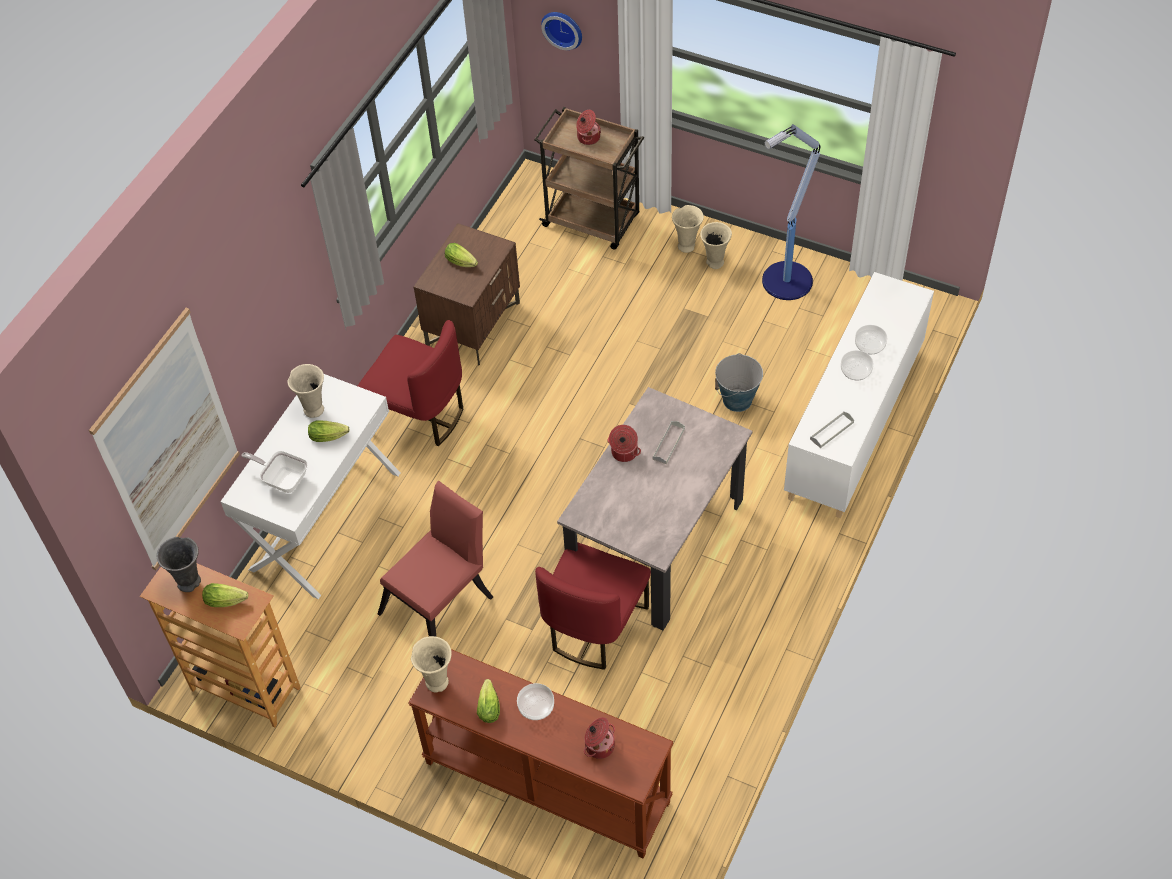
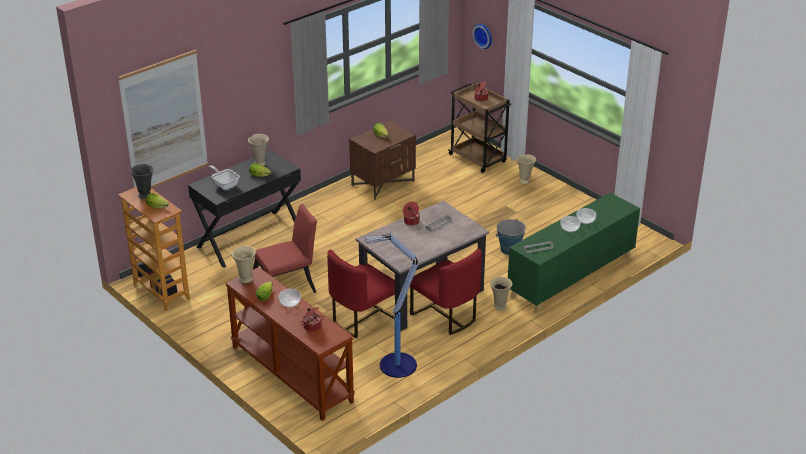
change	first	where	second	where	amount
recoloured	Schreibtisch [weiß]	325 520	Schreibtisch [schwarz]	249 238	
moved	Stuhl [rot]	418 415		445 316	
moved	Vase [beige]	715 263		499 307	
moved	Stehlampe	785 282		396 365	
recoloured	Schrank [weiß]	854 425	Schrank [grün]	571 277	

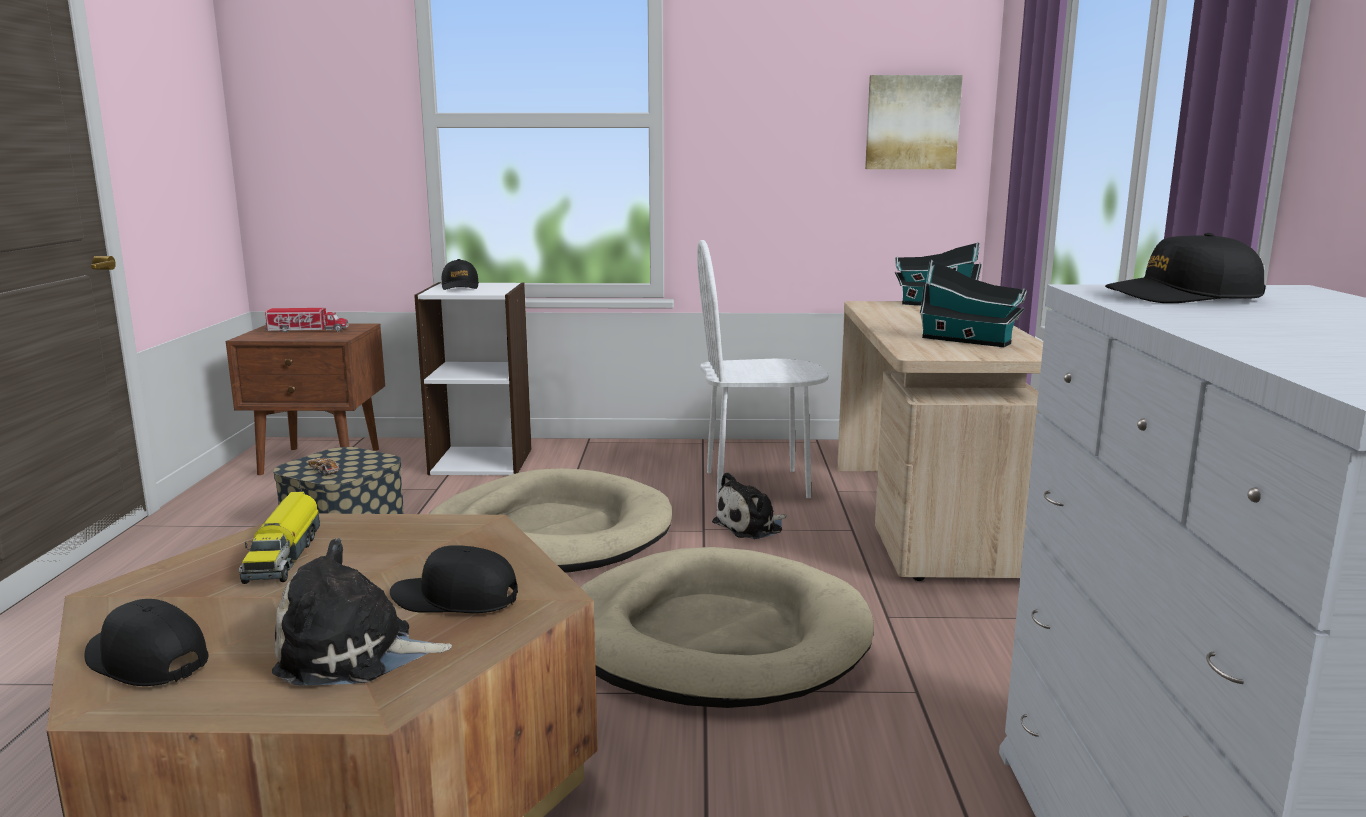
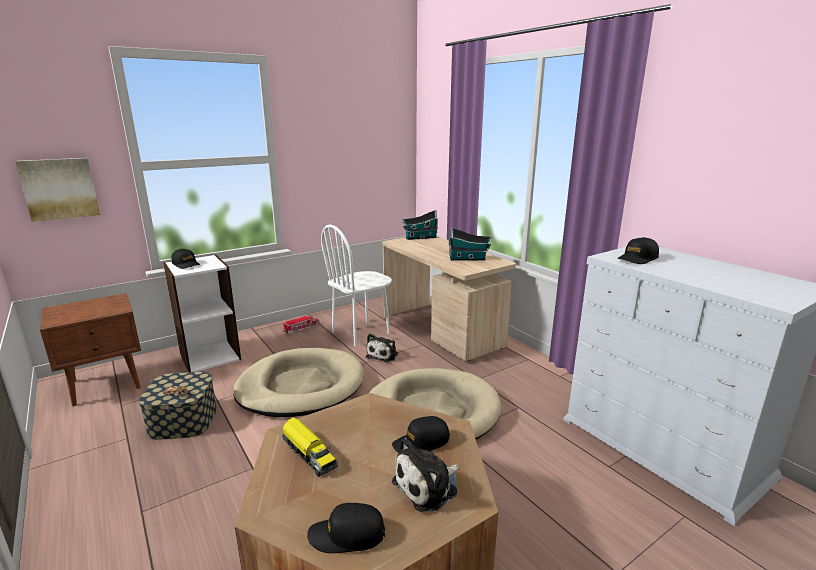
change	first	where	second	where	amount
moved	Spielzeuglaster	307 330		301 328	
moved	Bild	912 122		60 188	

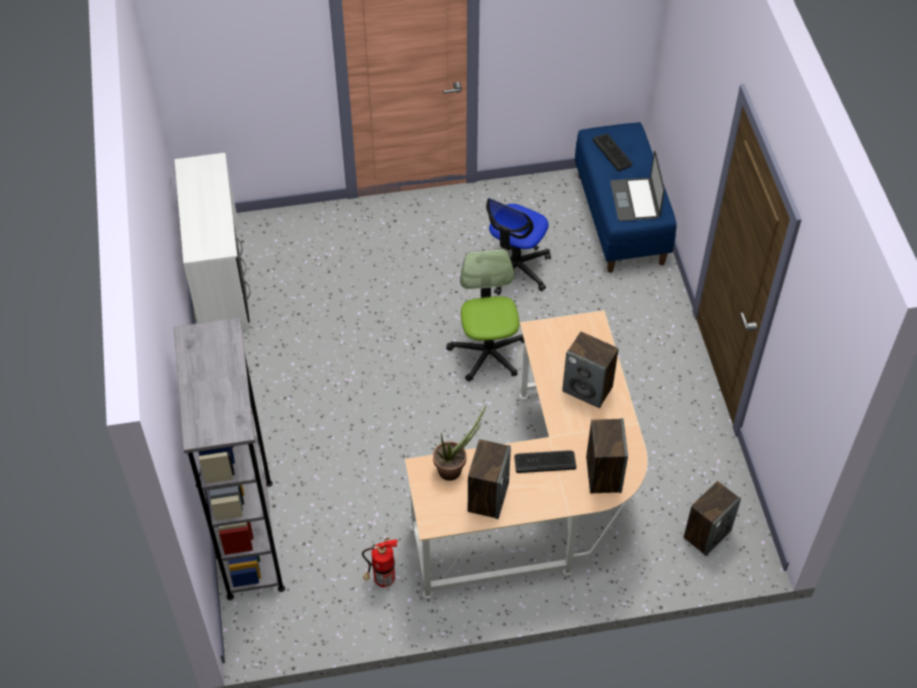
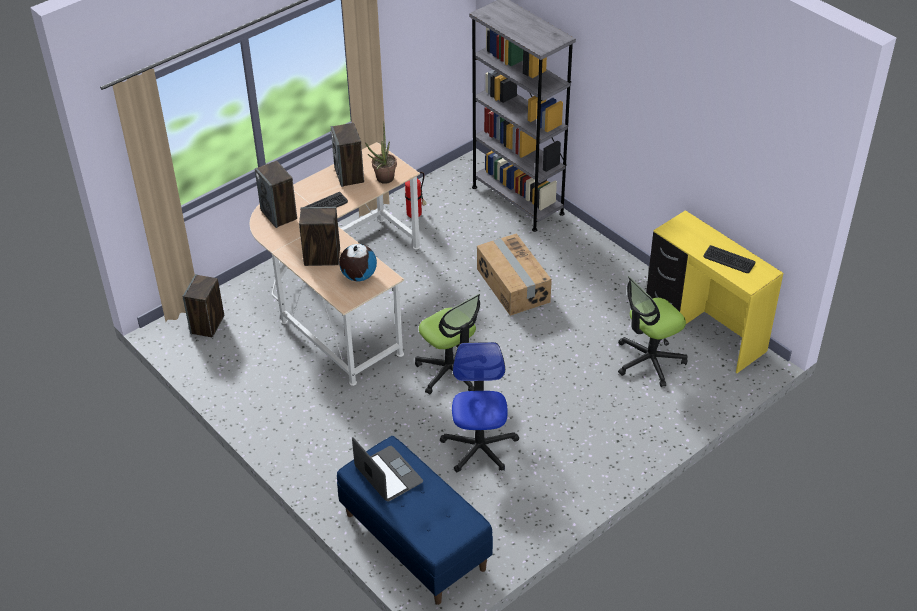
change	first	where	second	where	amount
recoloured	Schreibtisch [weiß]	221 281	Schreibtisch [gelb]	704 330	
moved	Tastatur	612 152		728 260	
added			Globus	358 276	
added			Karton	512 285	
added			Bürostuhl	649 361	

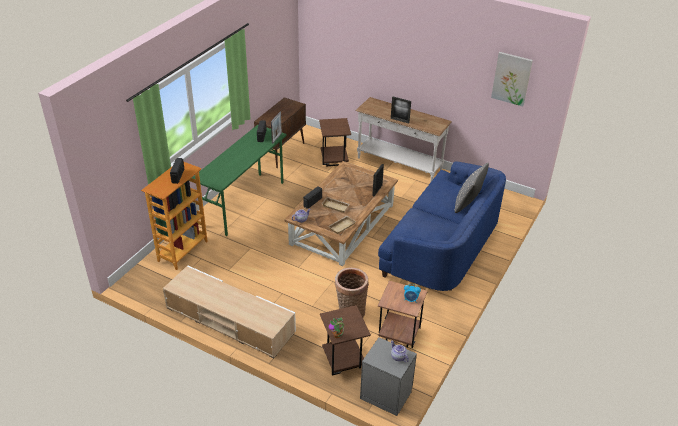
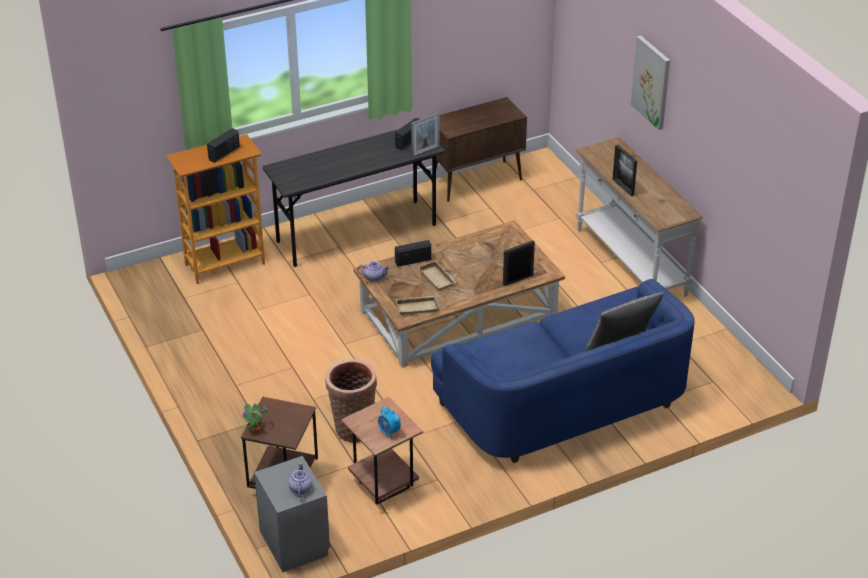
change	first	where	second	where	amount
removed	Fernsehschrank [beige]	230 320			
recoloured	Schreibtisch [grün]	244 203	Schreibtisch [grau]	357 233	
removed	Beistelltisch [braun]	333 161			
moved	Bild	511 78		652 82	

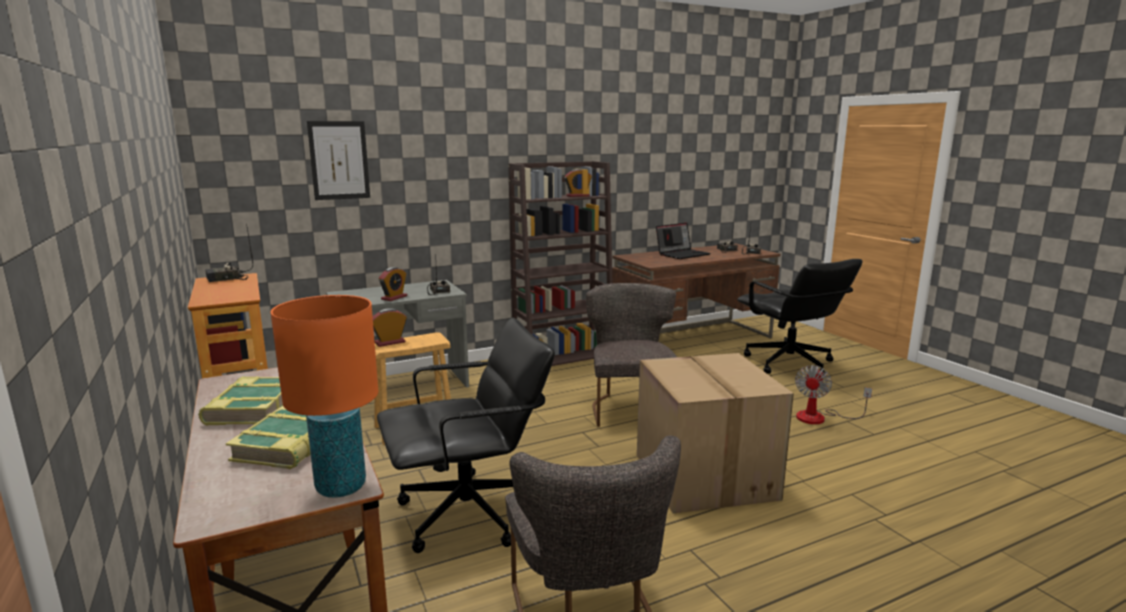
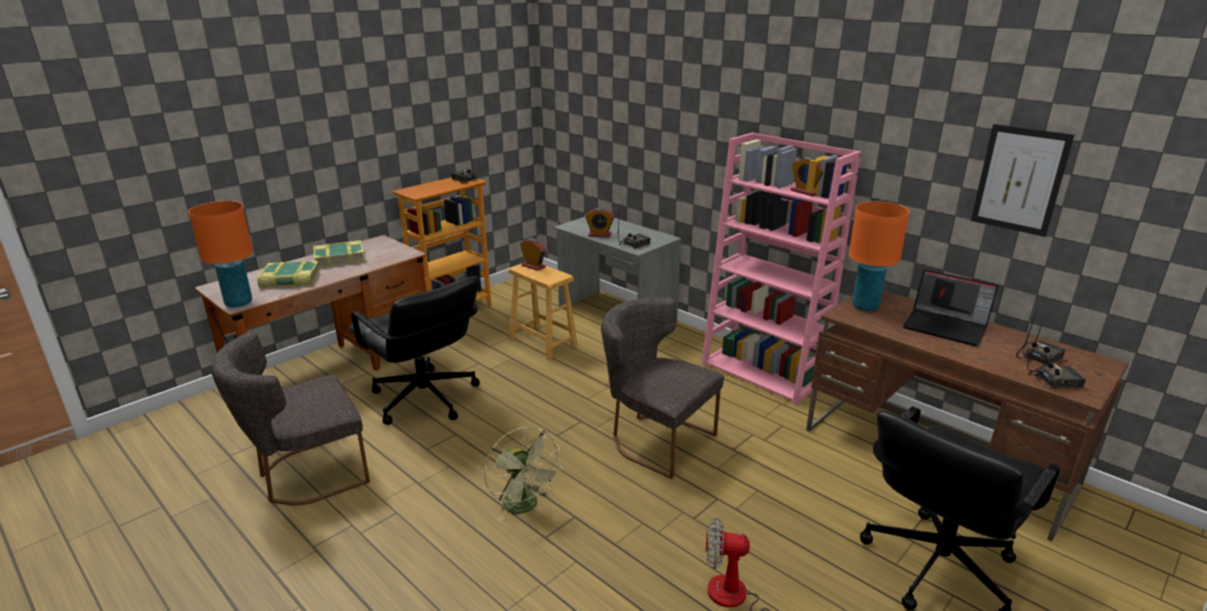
change	first	where	second	where	amount
moved	Bild	339 160		1019 180	
recoloured	Bücherregal [braun]	563 356	Bücherregal [rosa]	763 373	
turned	Stuhl [grau]	630 408		655 439	120 degrees counterclockwise
replaced	Karton	702 475	Ventilator [grün]	525 507	
added			Tischlampe [orange]	865 307	

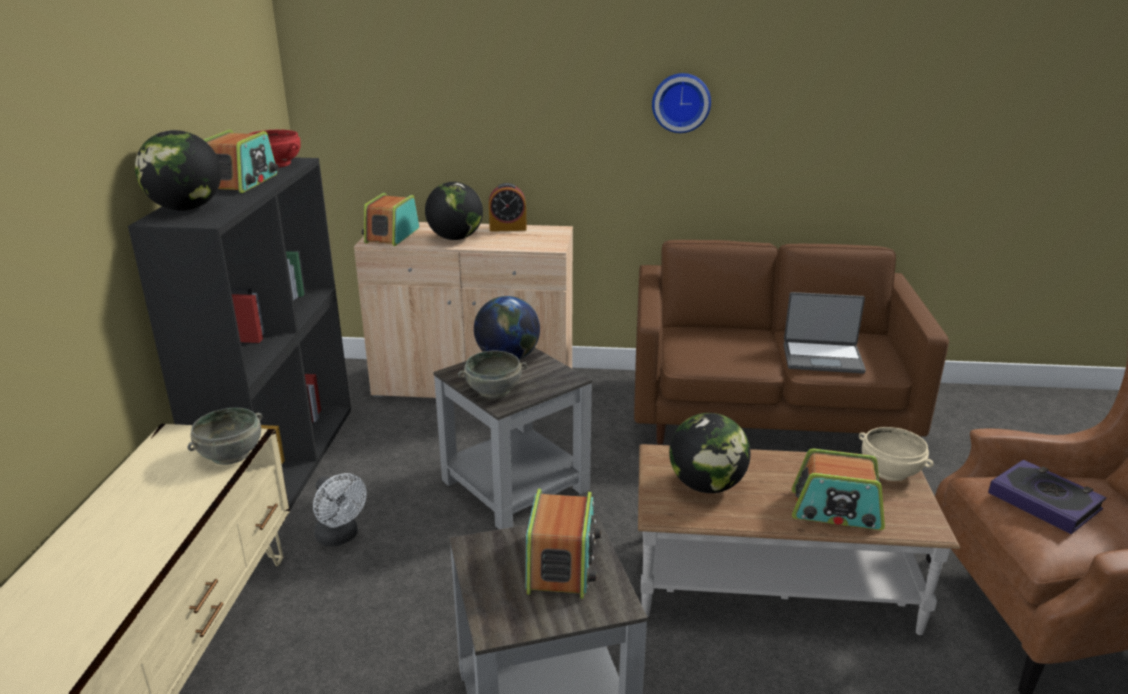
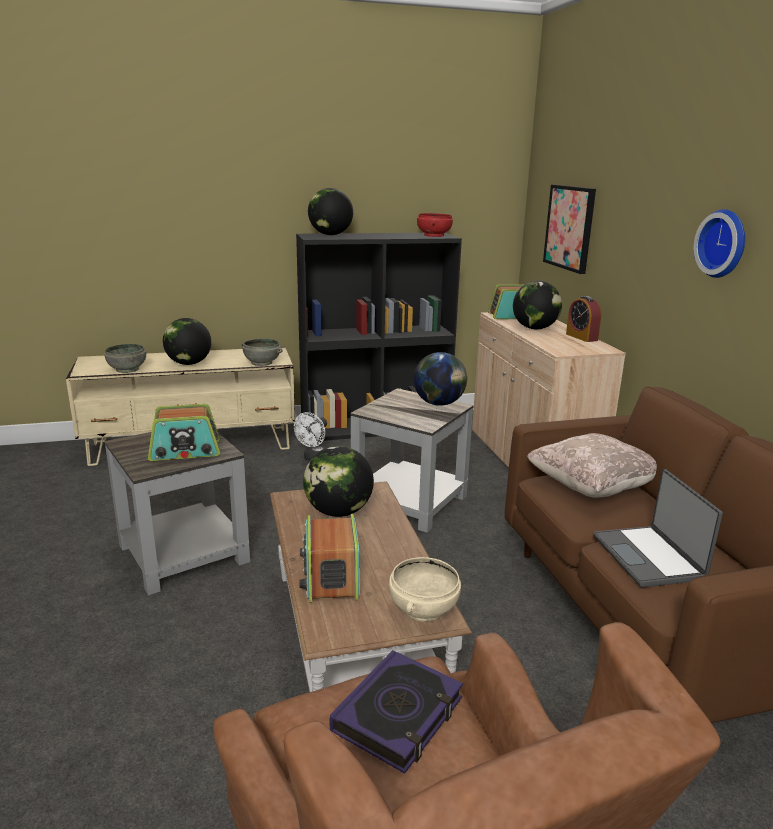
change	first	where	second	where	amount
removed	Radio	242 182			
moved	Schüssel [grau]	493 390		128 369	
added			Globus	189 363	
added			Kissen [beige]	591 488	
added			Bild	570 227	

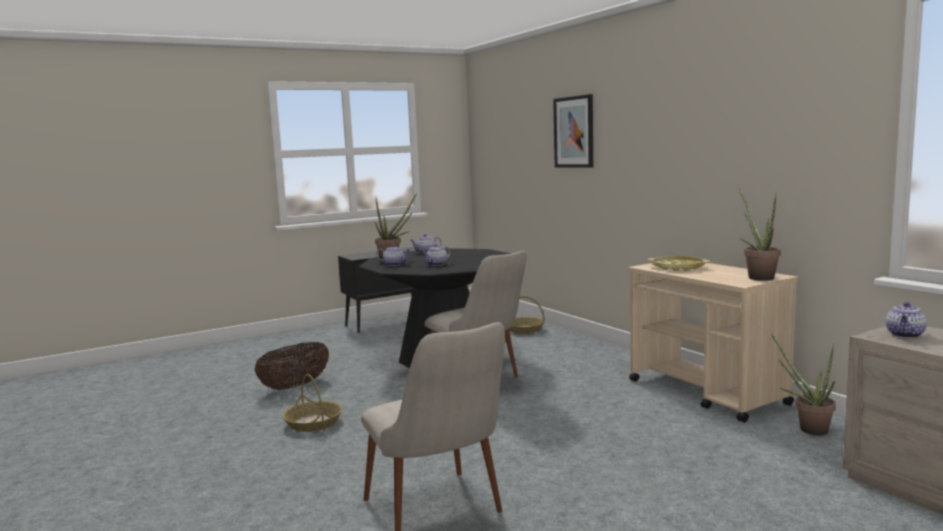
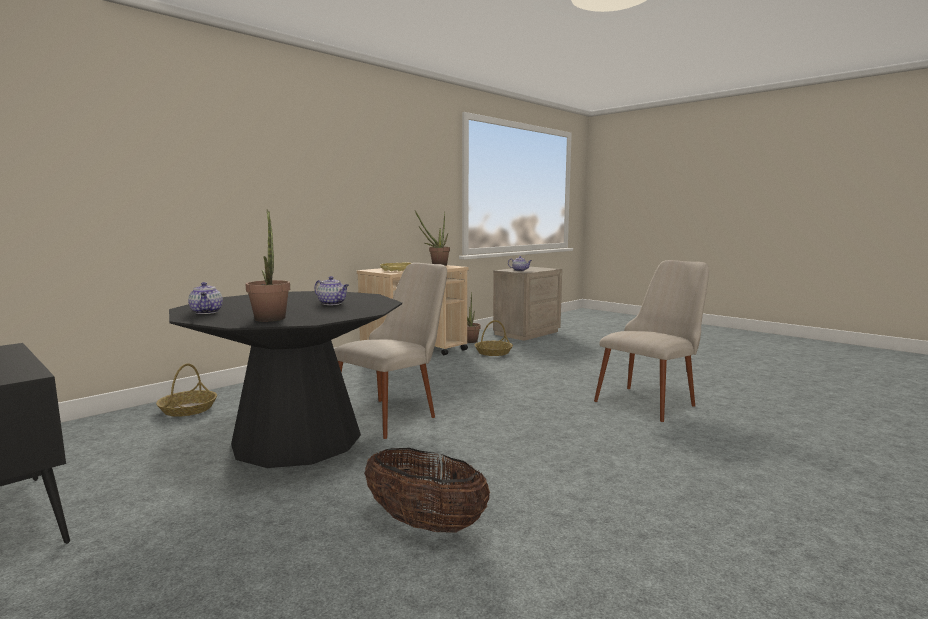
change	first	where	second	where	amount
moved	Korb	313 423		493 352	
removed	Teekanne	394 264			
removed	Bild	574 132			

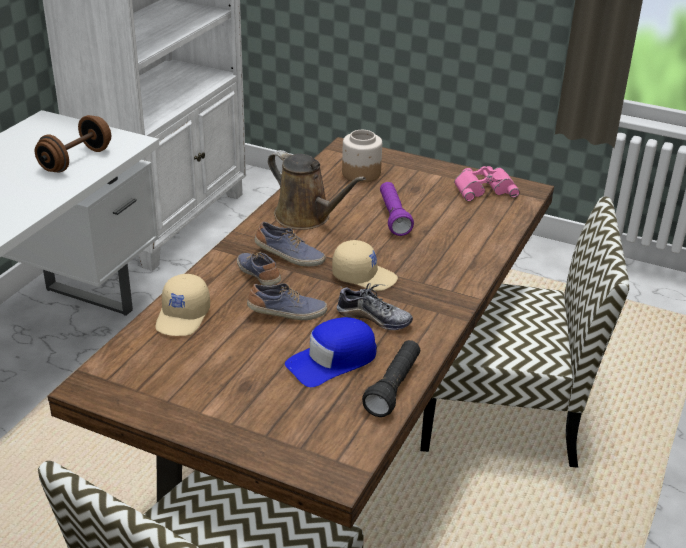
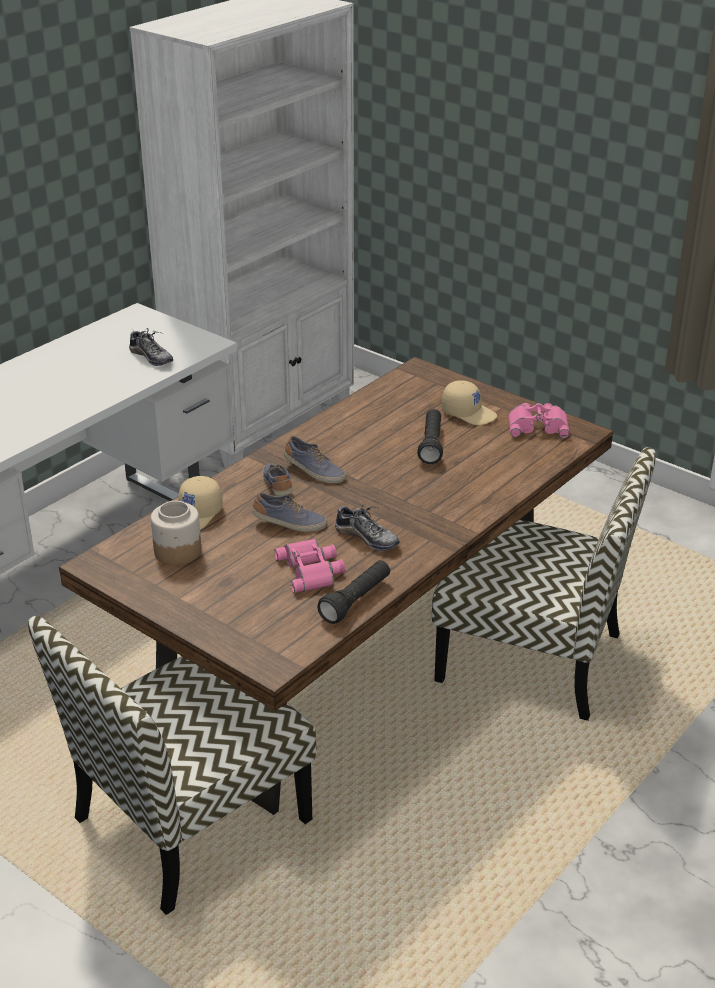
change	first	where	second	where	amount
replaced	Hantel [braun]	76 160	Schuh	151 357	
removed	Gießkanne [braun]	306 217			
replaced	Kappe [blau]	332 360	Fernglas [rosa]	312 570	
moved	Kappe [beige]	364 276		469 413	
moved	Vorratsglas	360 173		177 551	
recoloured	Taschenlampe [lila]	393 217	Taschenlampe [schwarz]	431 445	

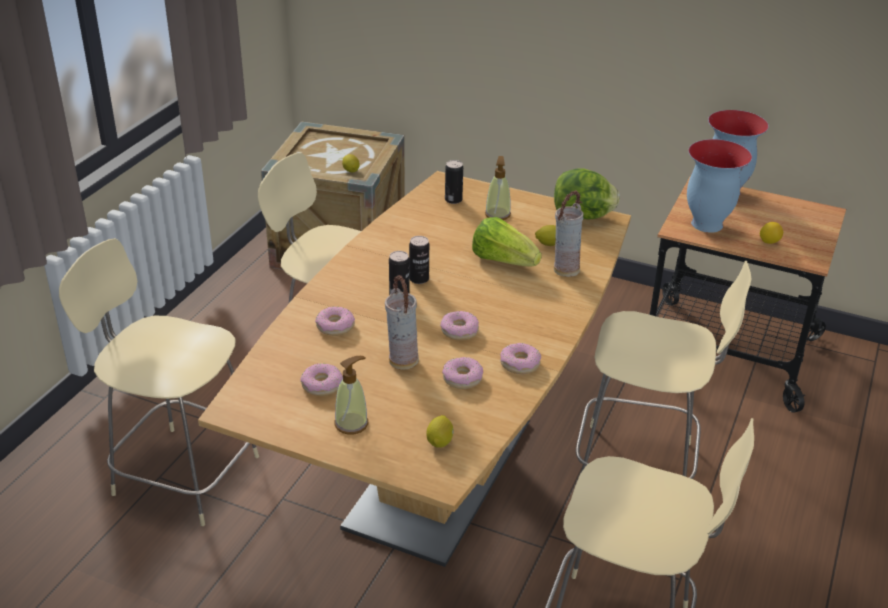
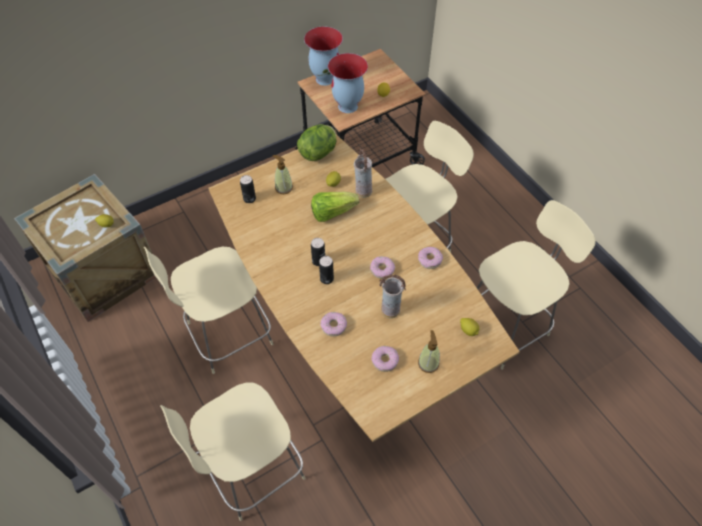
change	first	where	second	where	amount
removed	Donut	462 378			

